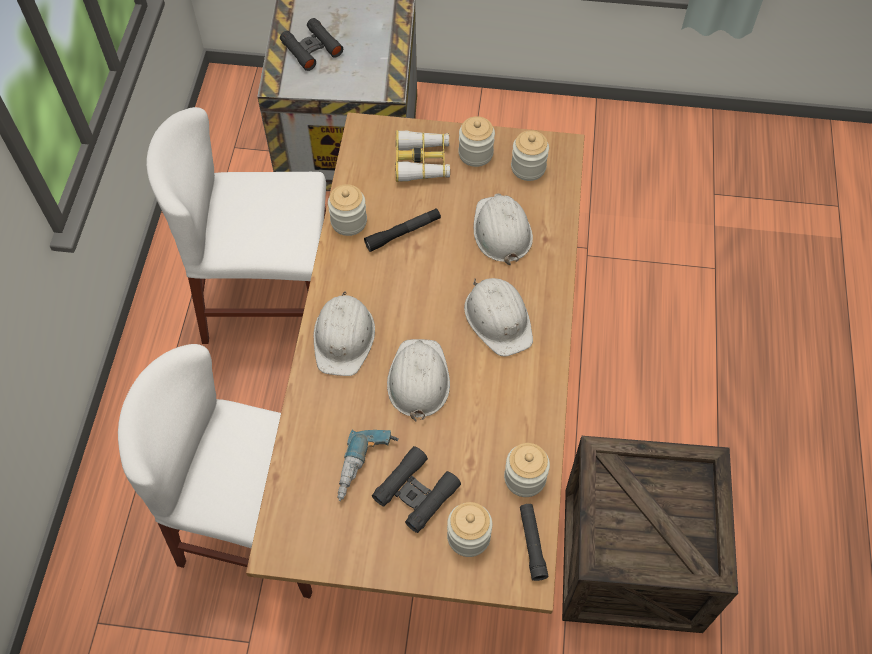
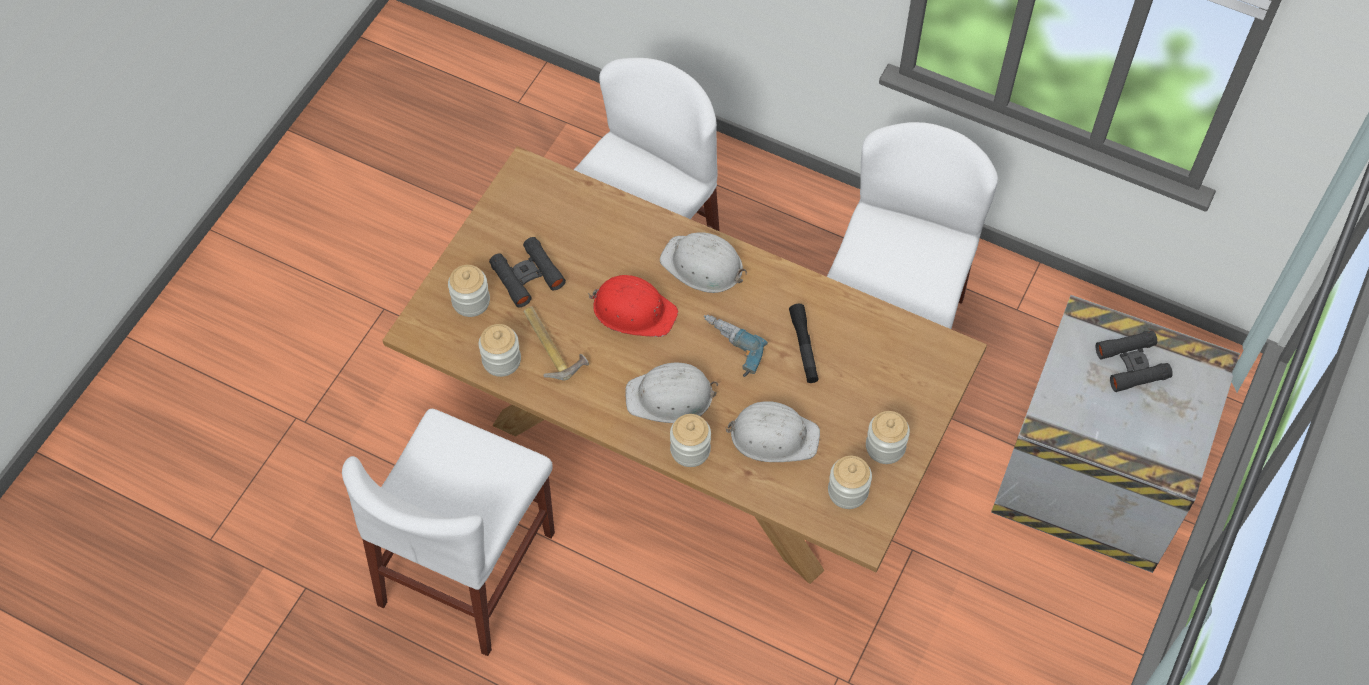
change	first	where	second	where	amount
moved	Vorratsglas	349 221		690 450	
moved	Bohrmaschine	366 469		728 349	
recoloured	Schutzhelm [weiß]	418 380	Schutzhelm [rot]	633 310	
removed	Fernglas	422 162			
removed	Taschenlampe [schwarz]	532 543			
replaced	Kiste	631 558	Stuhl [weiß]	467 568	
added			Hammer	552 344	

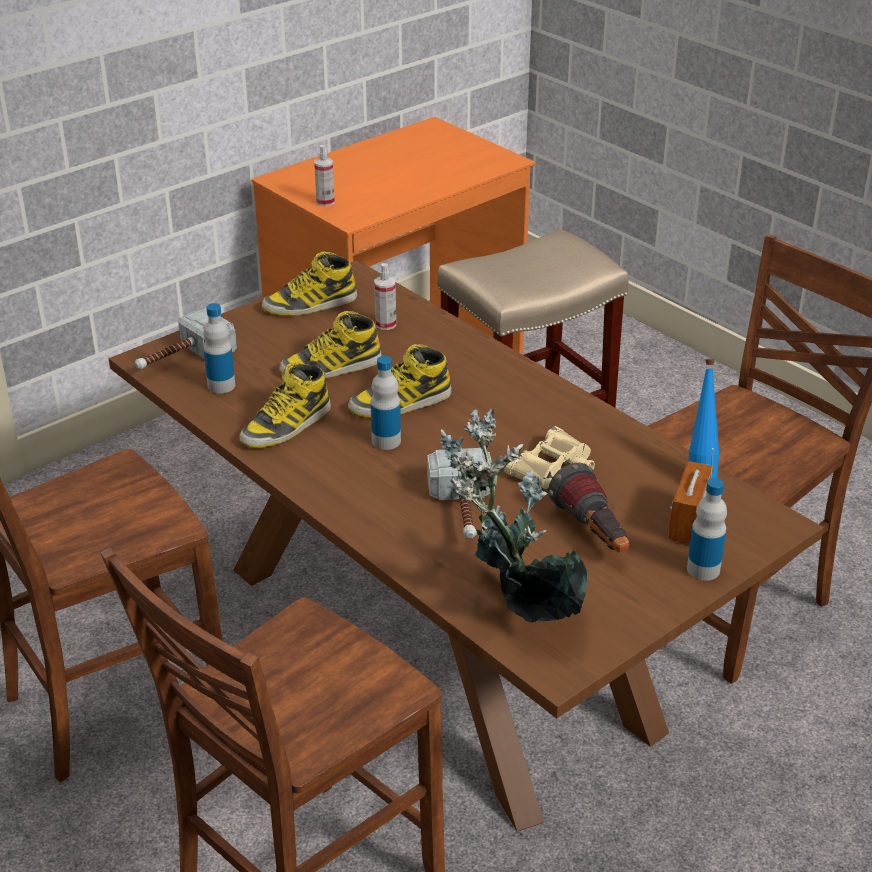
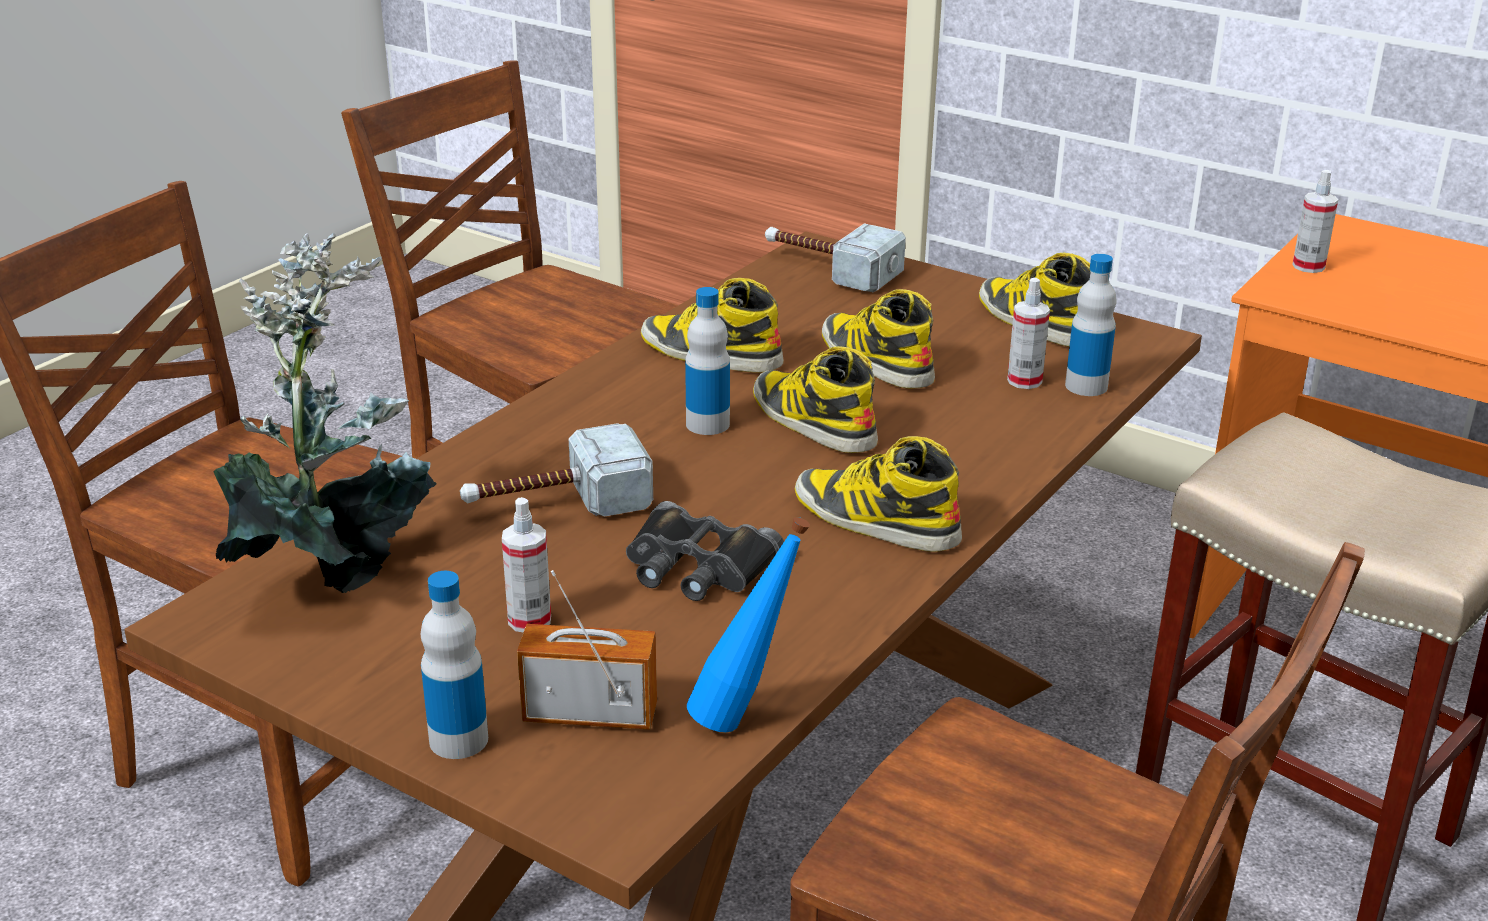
change	first	where	second	where	amount
moved	Flasche	221 385		1086 386	
recoloured	Fernglas [beige]	554 469	Fernglas [schwarz]	696 567	
replaced	Taschenlampe	593 534	Sprühflasche	529 620	
added			Stiefel	874 520	

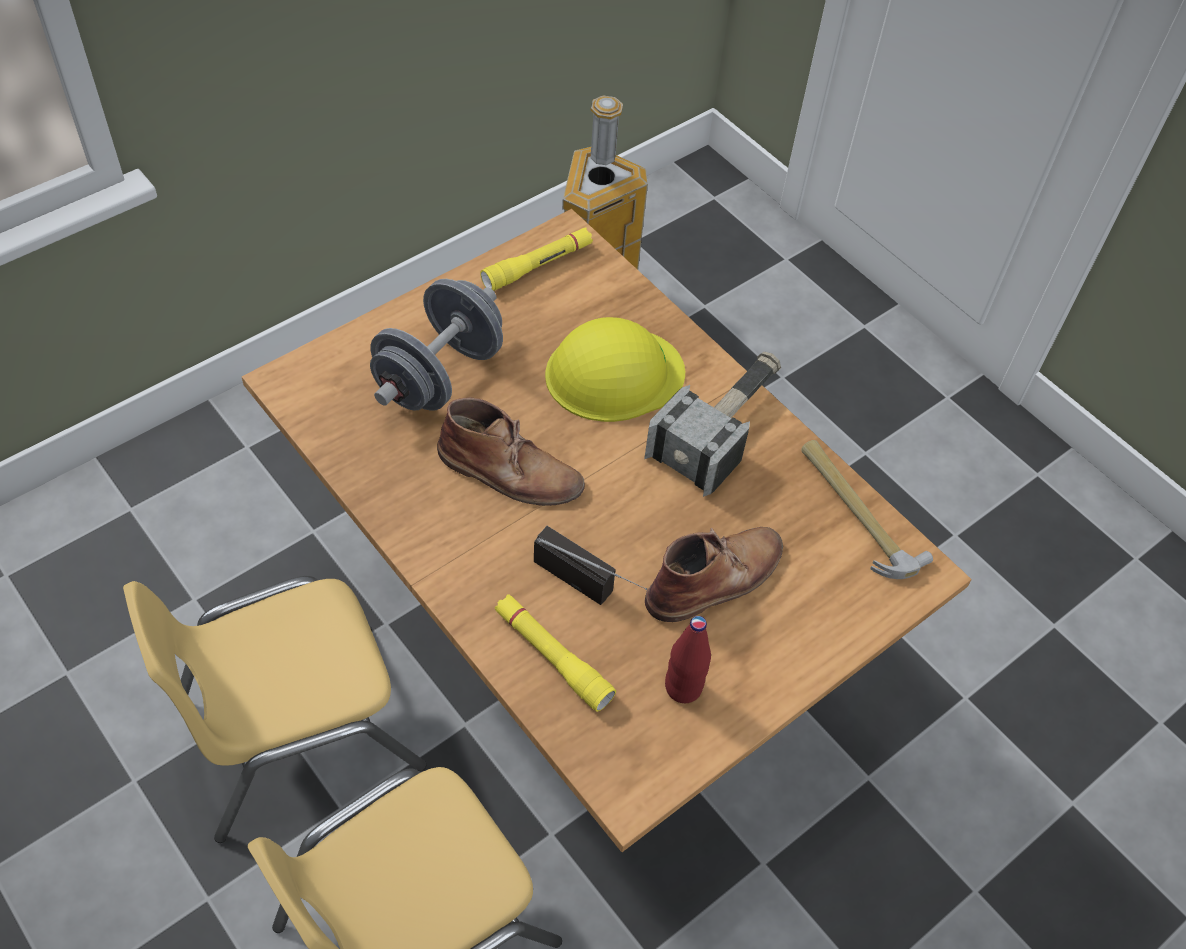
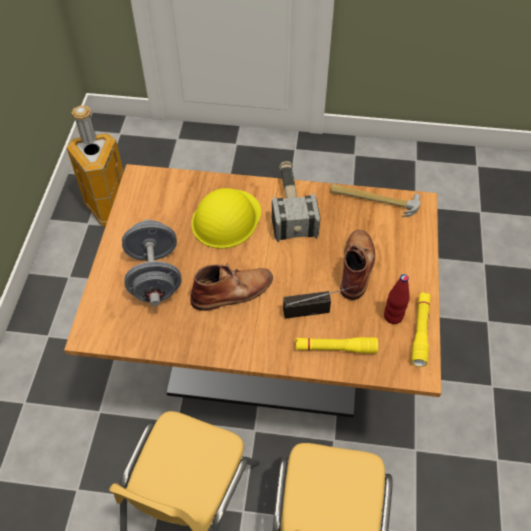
change	first	where	second	where	amount
moved	Taschenlampe [gelb]	537 266		420 331	

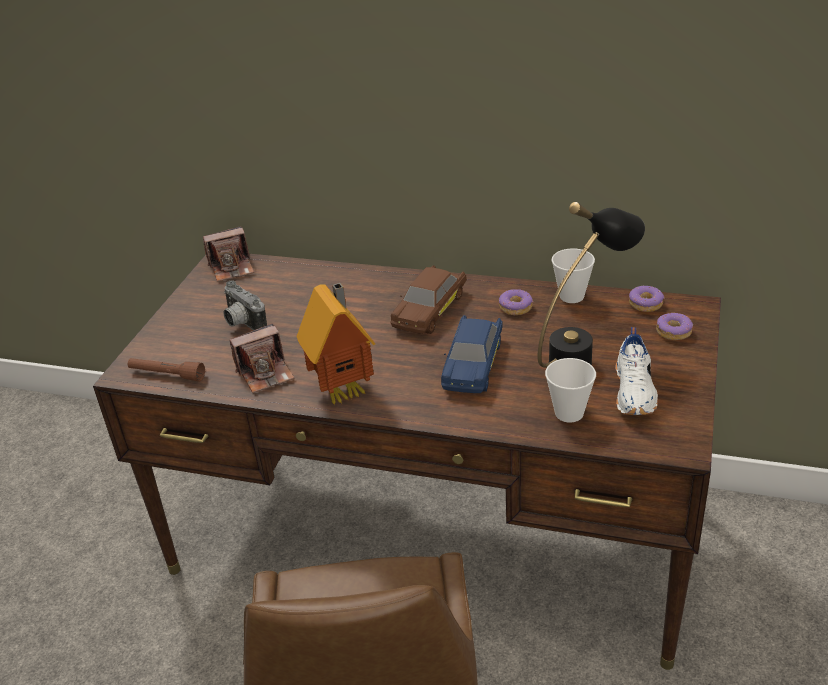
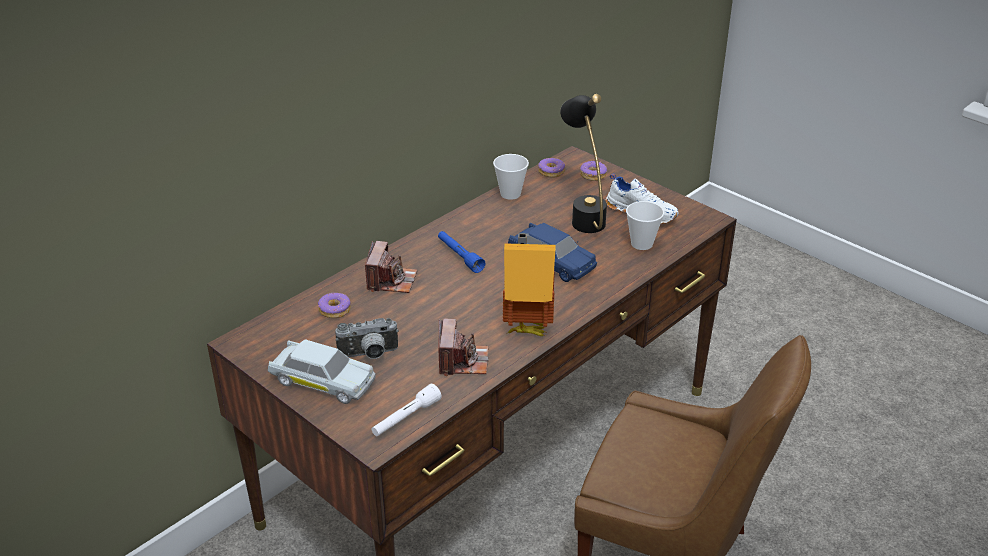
change	first	where	second	where	amount
recoloured	Taschenlampe [braun]	167 375	Taschenlampe [weiß]	406 418	
moved	Kamera	232 268		391 281	
replaced	Spielzeugauto [braun]	429 310	Taschenlampe [blau]	459 256	
moved	Donut	516 307		335 310	
added			Spielzeugauto [weiß]	322 381	

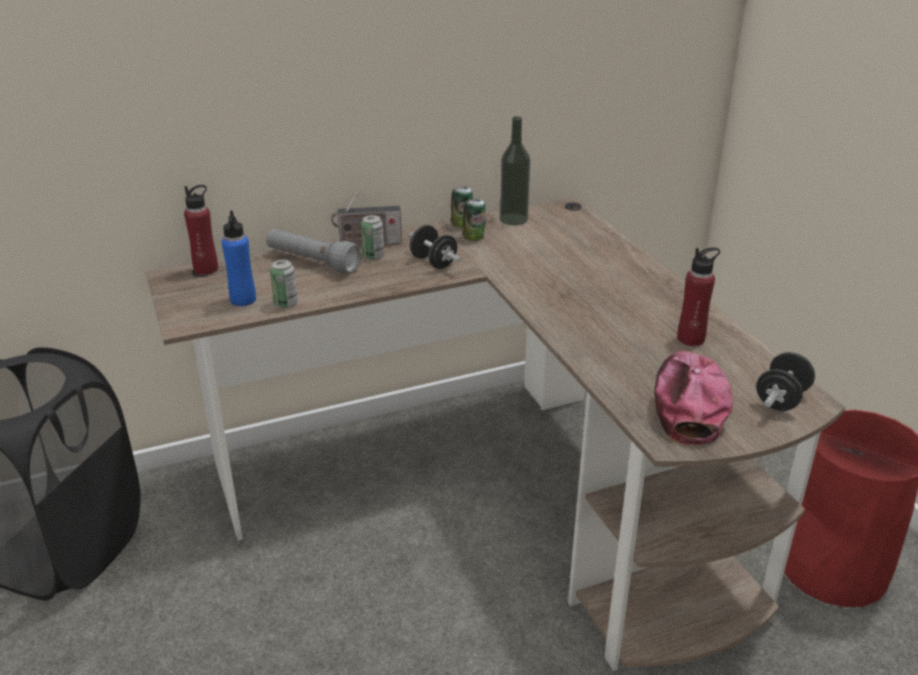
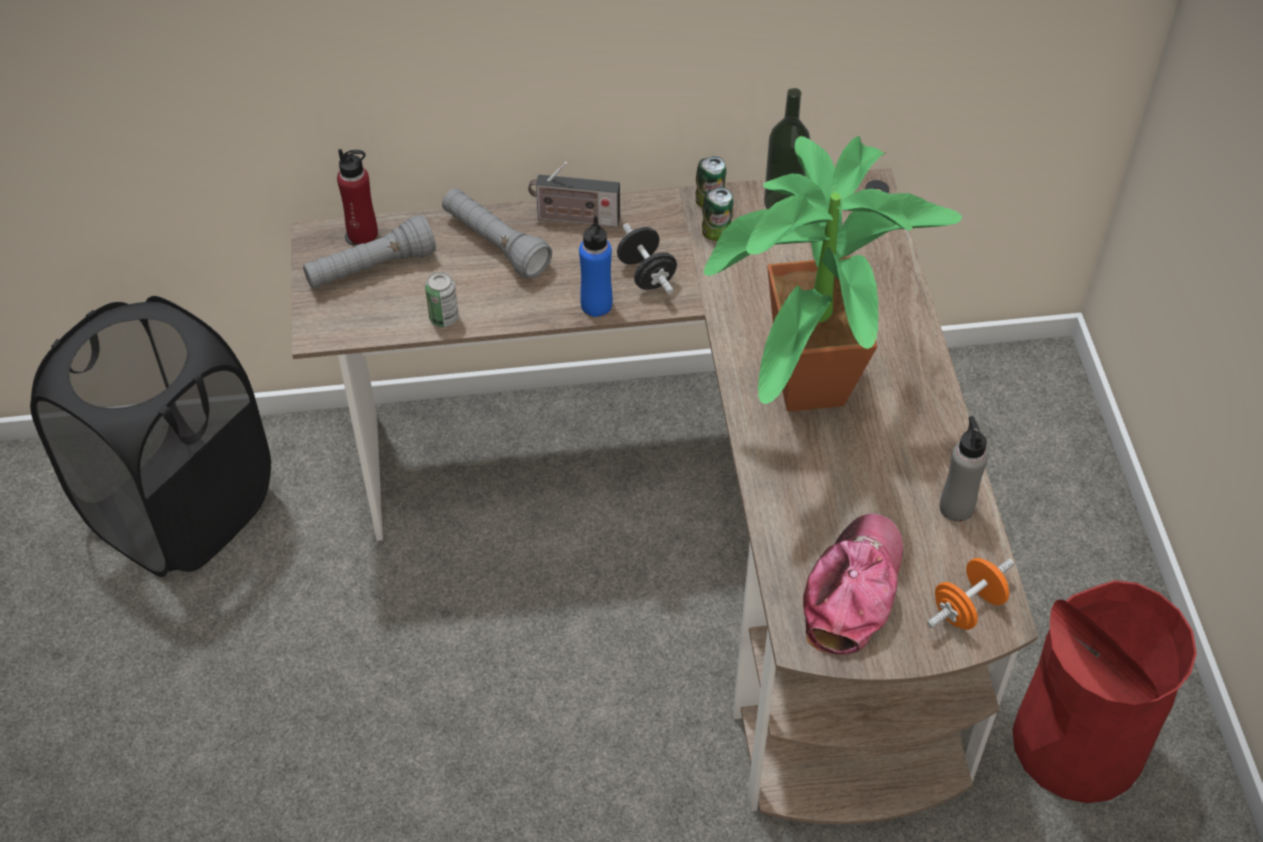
change	first	where	second	where	amount
moved	Flasche [blau]	243 300		596 305	
removed	Dose	373 256			
removed	Flasche [rot]	691 339			
recoloured	Hantel [schwarz]	781 399	Hantel [orange]	967 608	
added			Taschenlampe [grau]	371 269	
added			Topfpflanze	804 401	
added			Flasche [grau]	956 507	

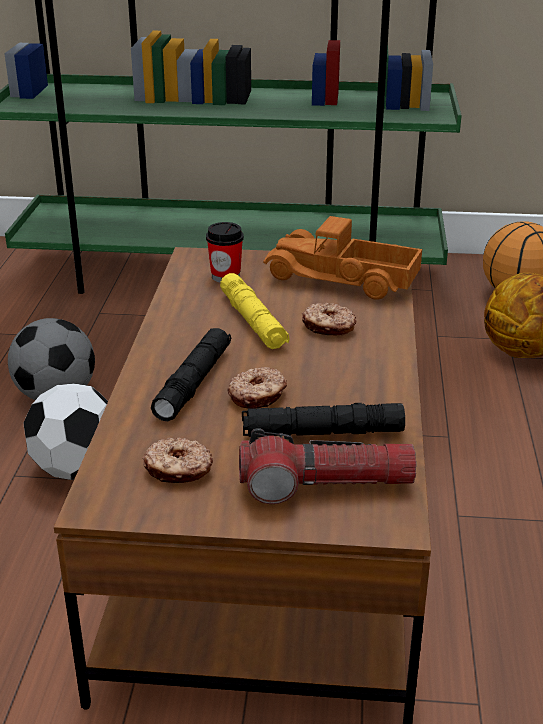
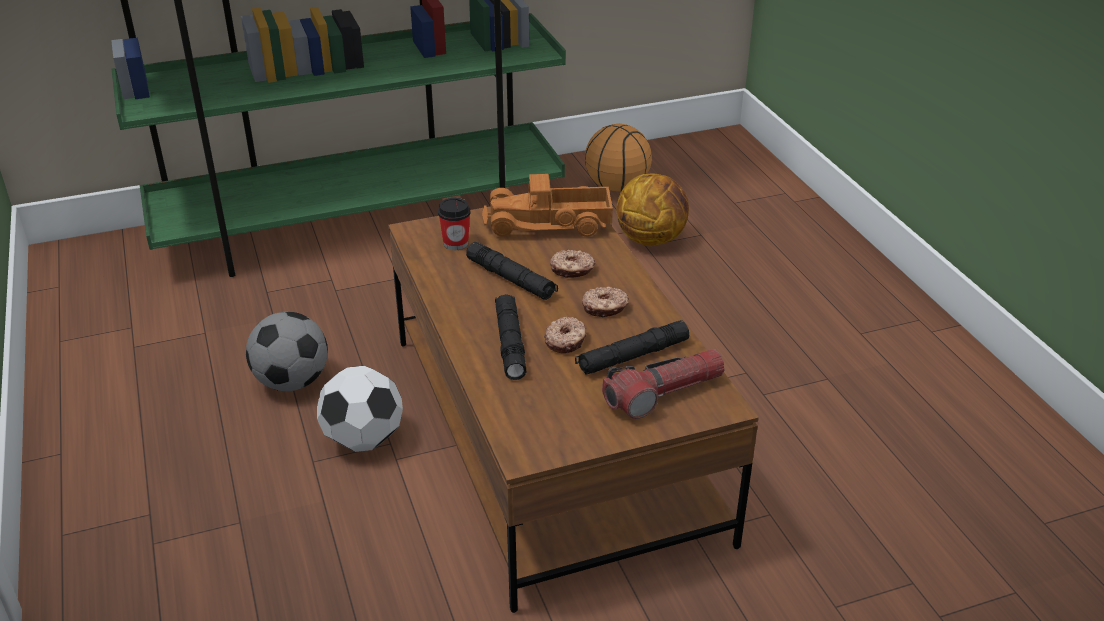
change	first	where	second	where	amount
moved	Donut	178 470		604 308	
recoloured	Taschenlampe [gelb]	253 321	Taschenlampe [schwarz]	511 279	

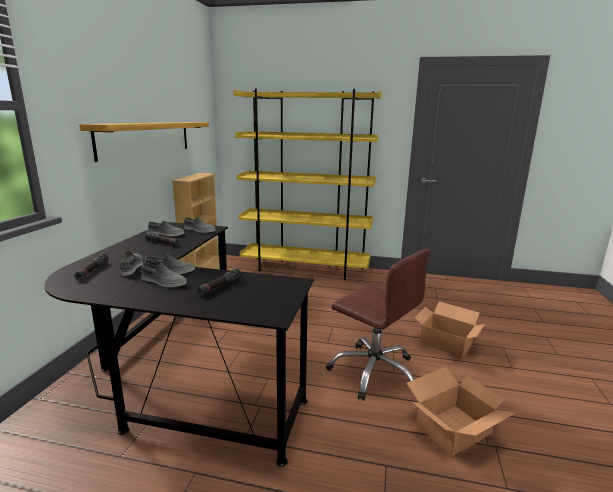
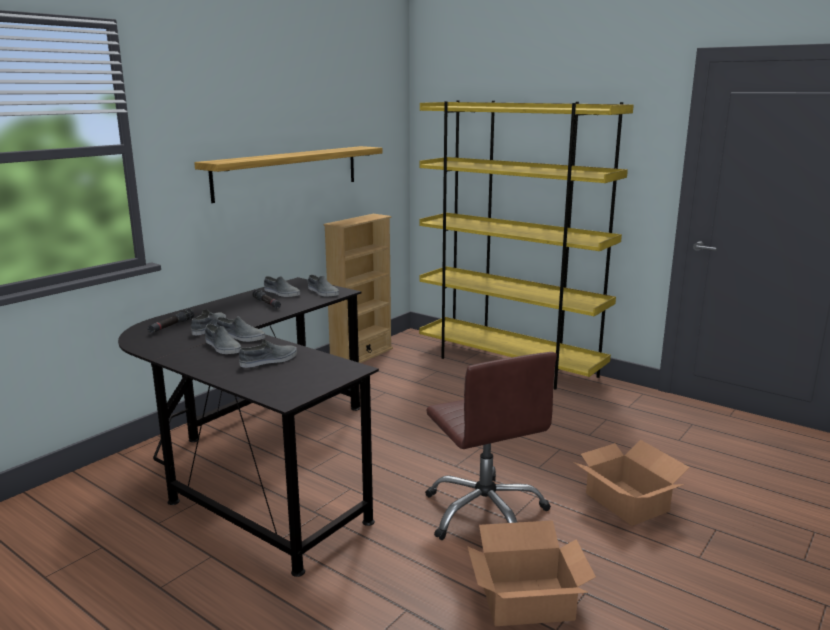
change	first	where	second	where	amount
replaced	Taschenlampe [schwarz]	219 286	Schuh [grau]	269 360	

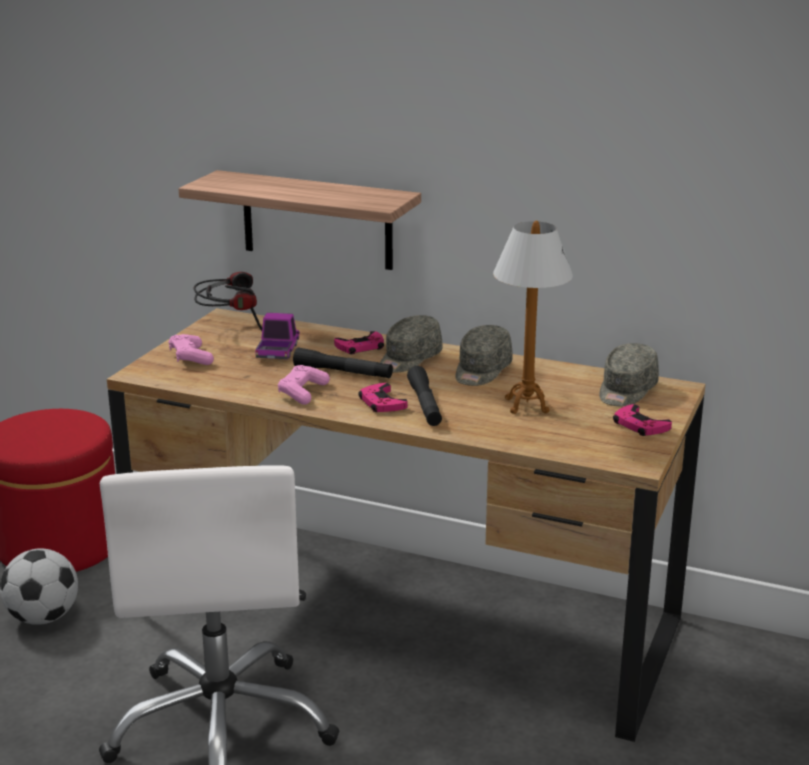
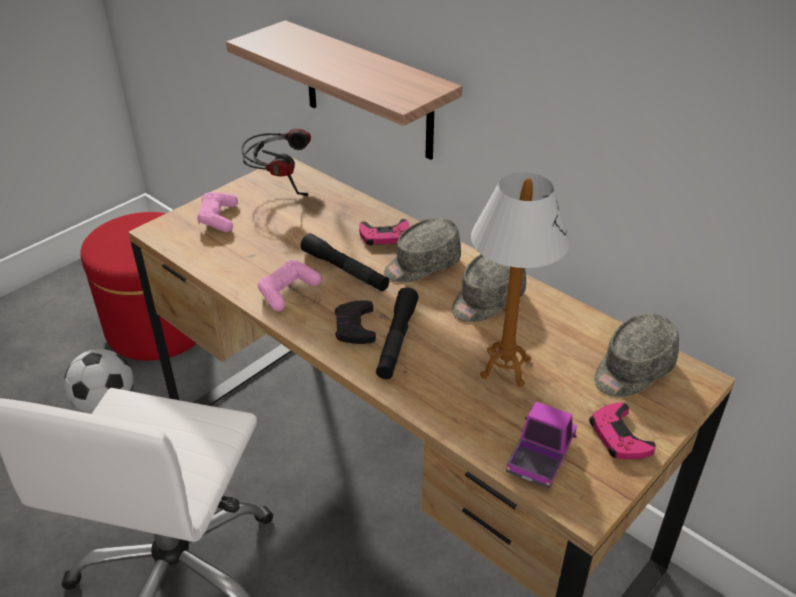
change	first	where	second	where	amount
moved	Spielzeuglaster	278 352		540 456	
recoloured	Gamepad [rosa]	382 403	Gamepad [schwarz]	355 326	

